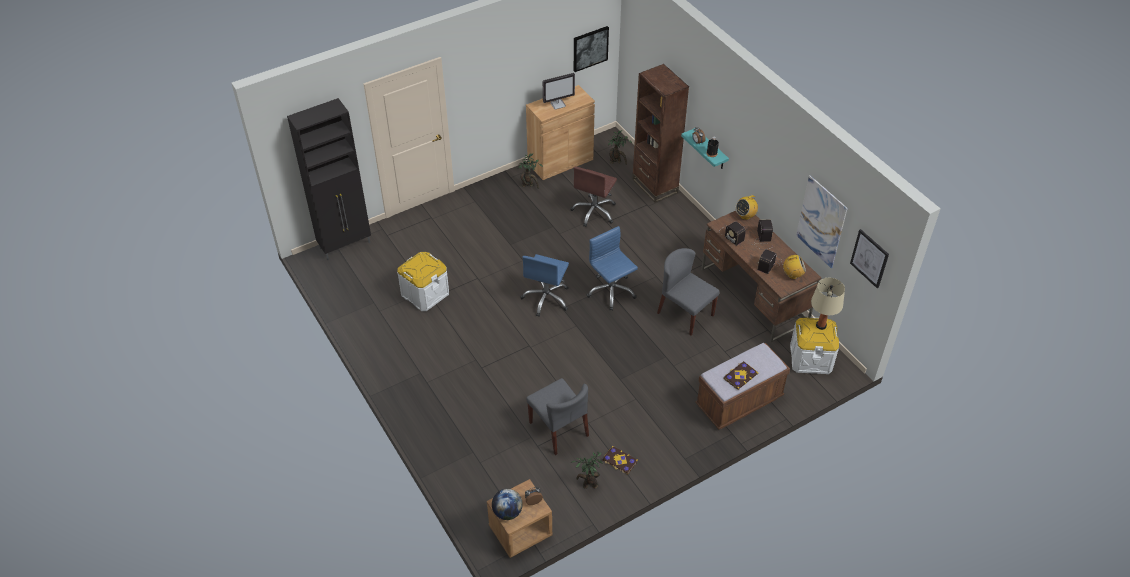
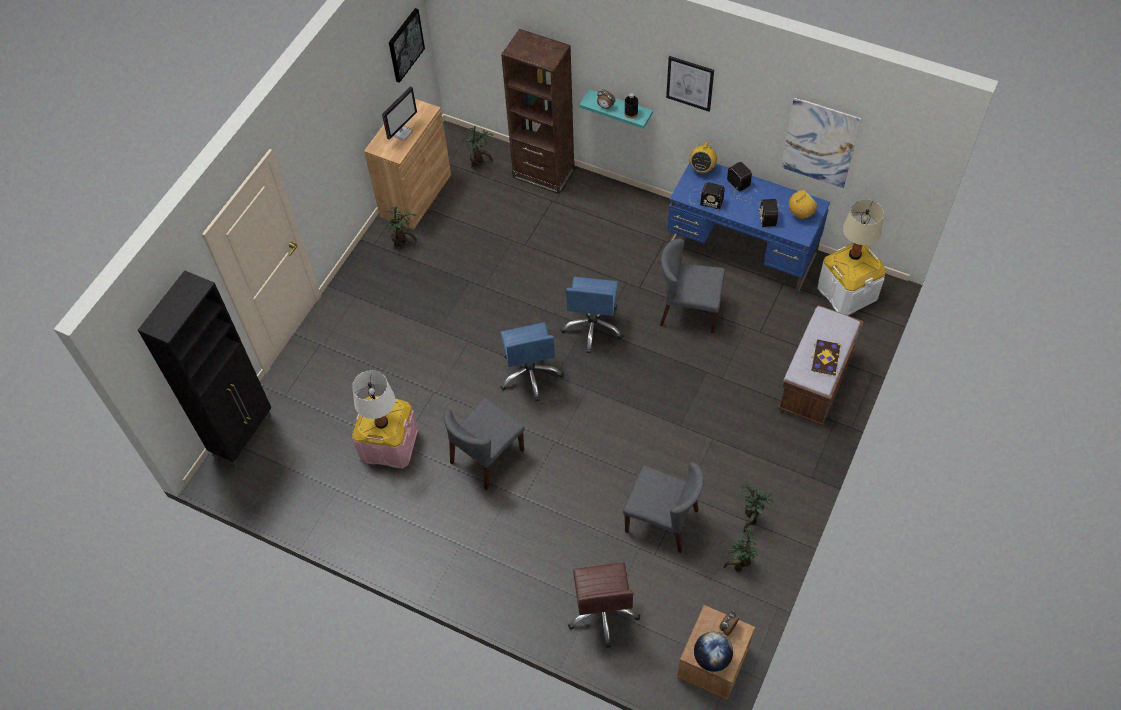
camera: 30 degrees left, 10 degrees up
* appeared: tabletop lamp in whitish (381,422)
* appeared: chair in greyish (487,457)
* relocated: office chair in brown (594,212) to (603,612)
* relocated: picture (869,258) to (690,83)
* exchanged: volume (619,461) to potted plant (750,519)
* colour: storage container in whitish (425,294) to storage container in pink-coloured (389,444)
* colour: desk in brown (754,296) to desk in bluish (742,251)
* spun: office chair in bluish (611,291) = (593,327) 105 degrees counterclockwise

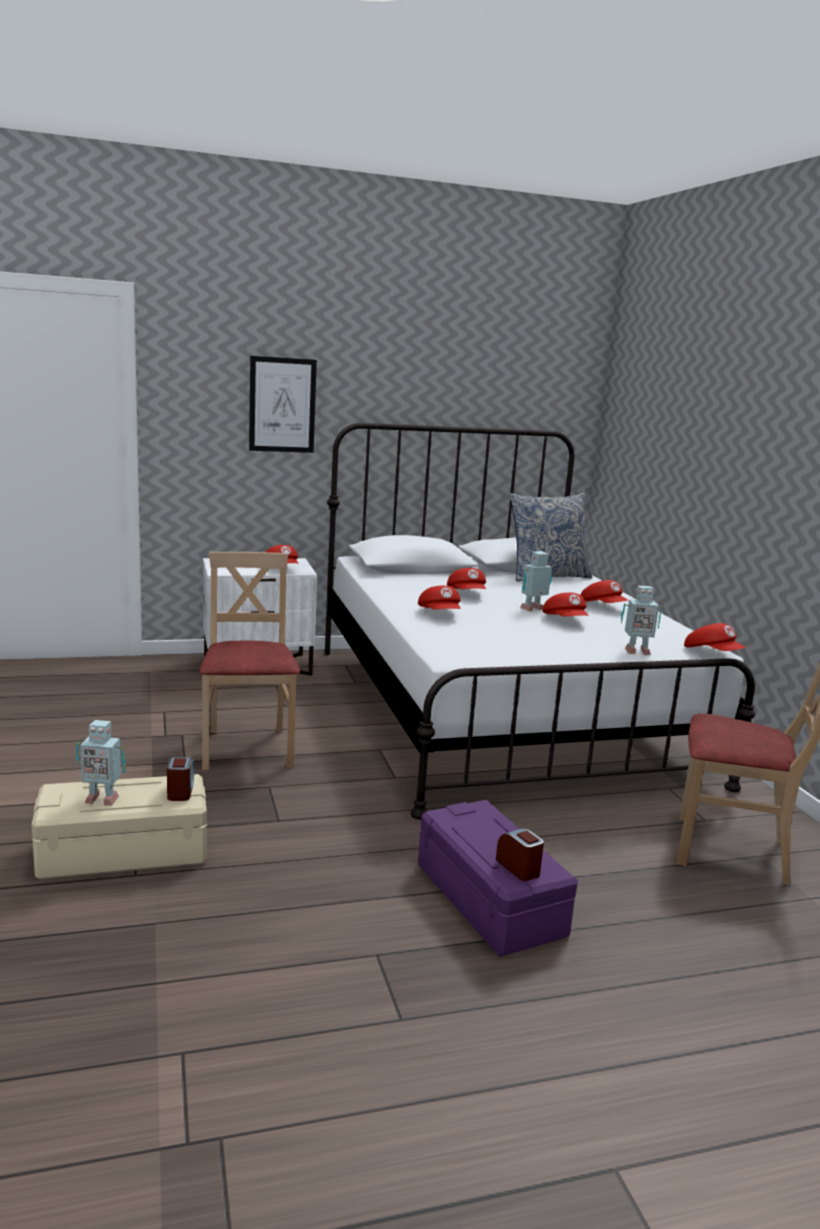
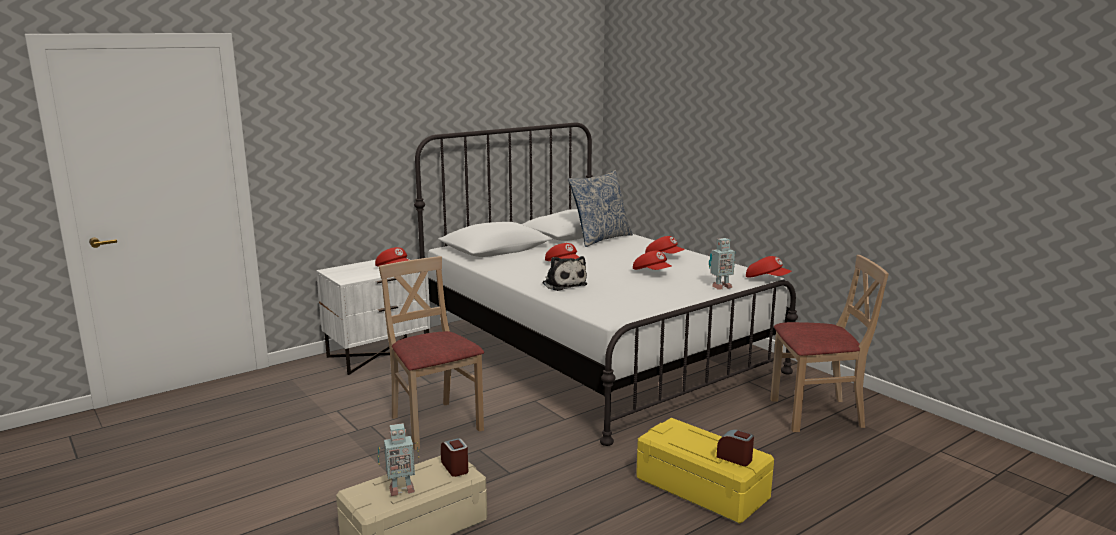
camera: 20 degrees left, 0 degrees up
* missing: picture (282,405)
* missing: model robot (533,609)
* exchanged: cap in reddish (440,614) to plush toy (563,284)
* colour: storage container in purplish (491,900) to storage container in yellowish (703,488)

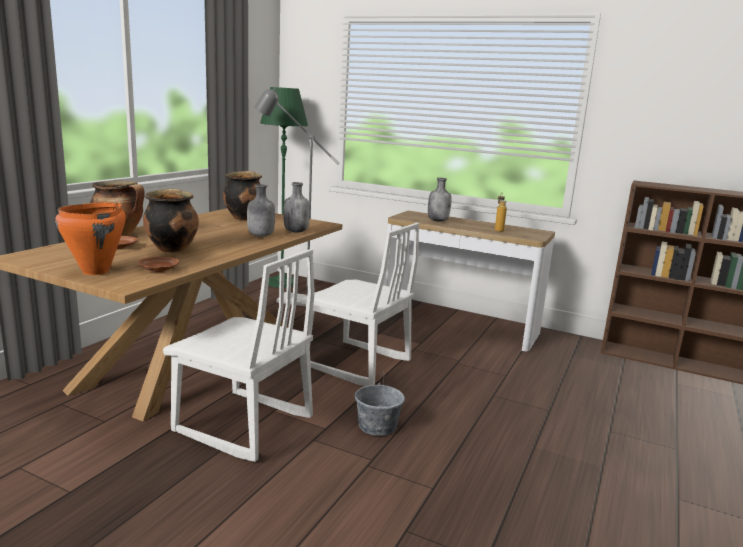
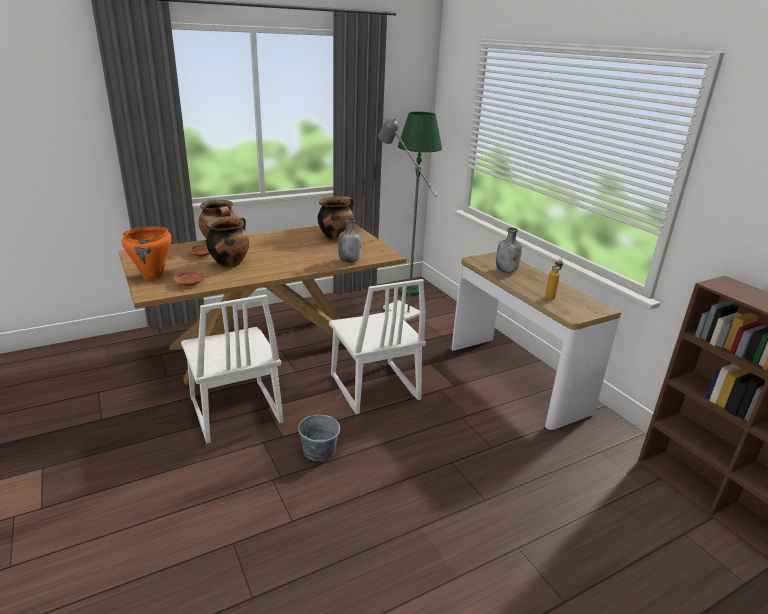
camera: 35 degrees right, 10 degrees up
* missing: beverage bottle in greyish (260,236)

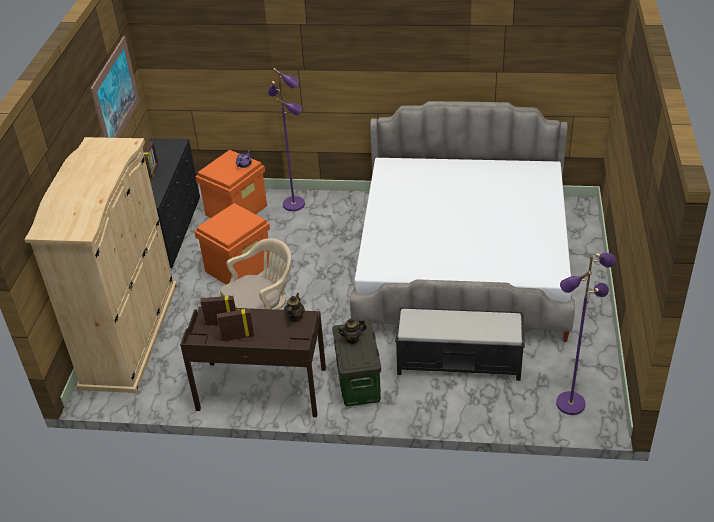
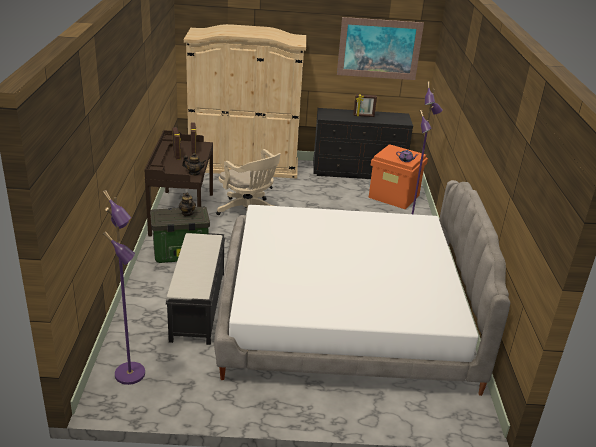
camera: 80 degrees right, 10 degrees down
* missing: storage container in orange-coloured (239,267)

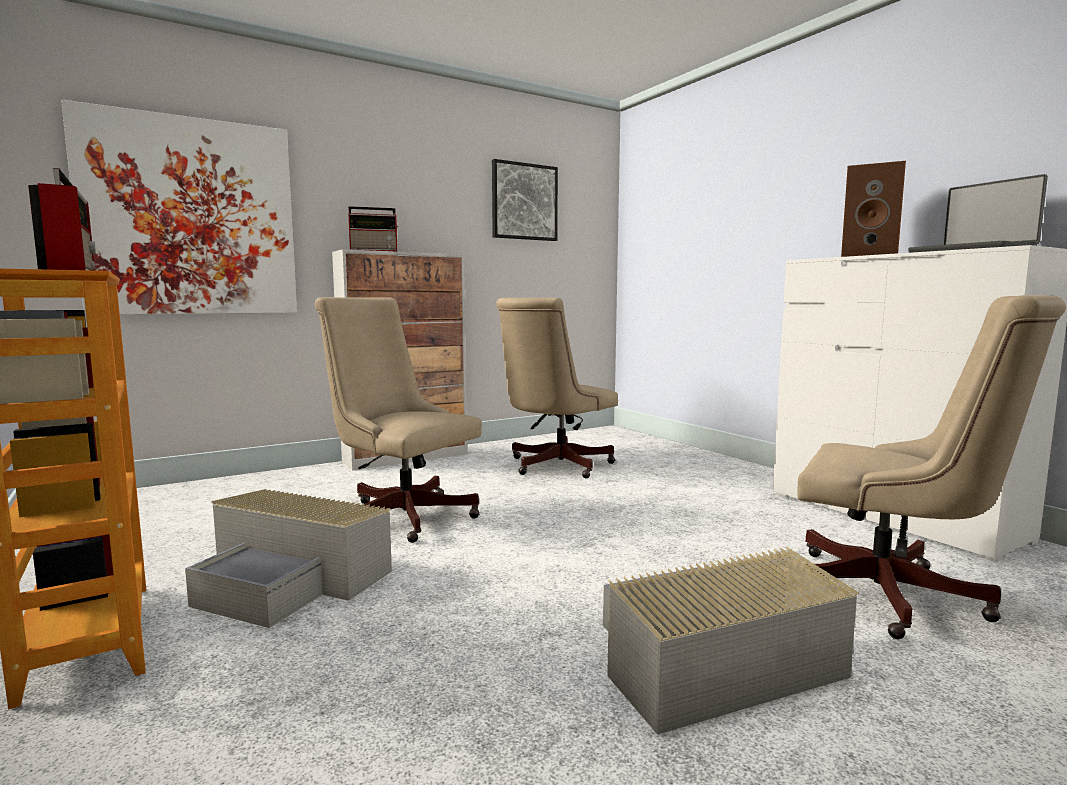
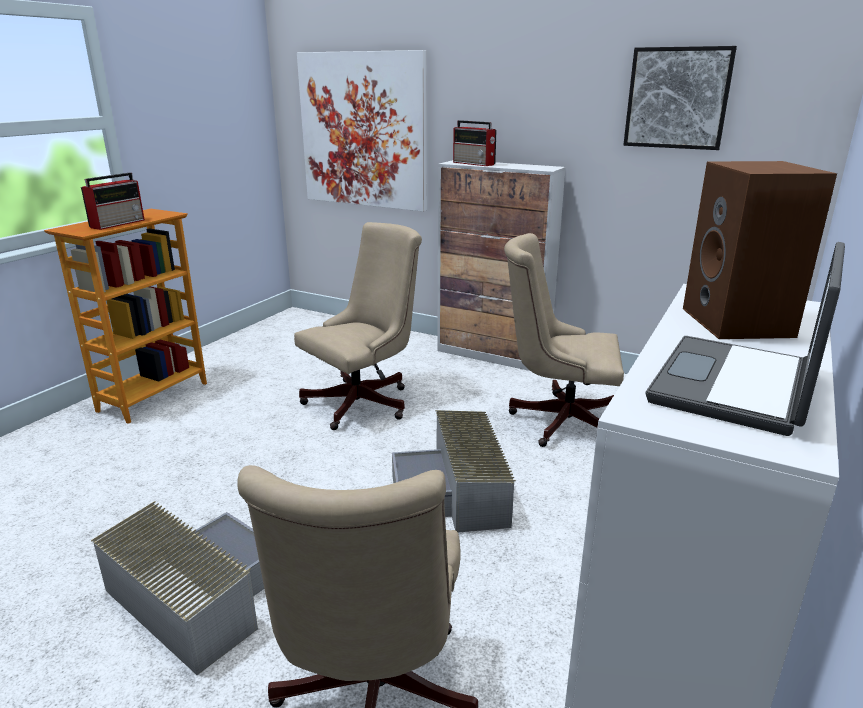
camera: 60 degrees right, 15 degrees up
* relocated: storage container in greyish (292,580) to (455,492)
* spun: office chair in beige-coloured (400,514) = (365,402) 45 degrees clockwise

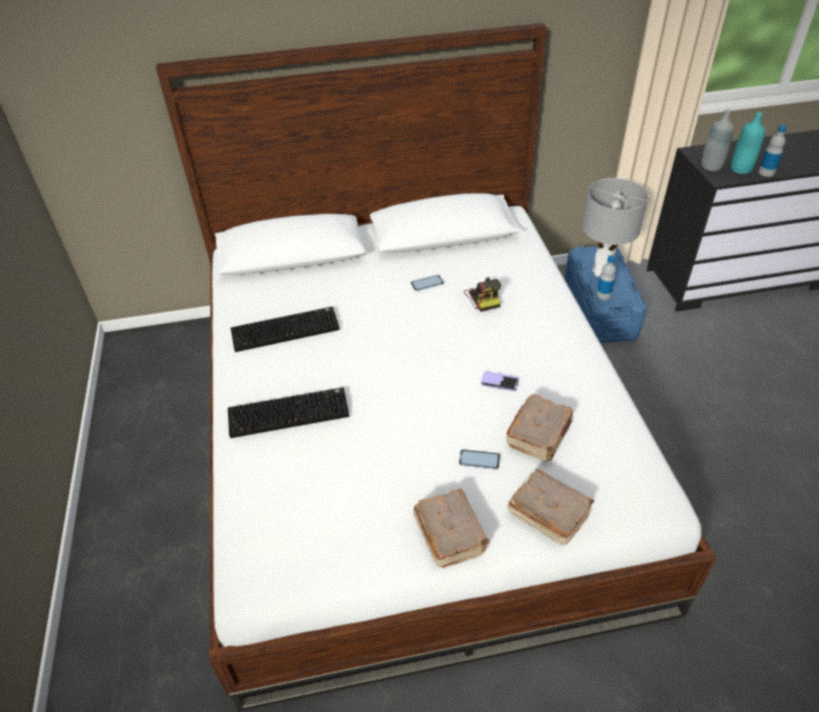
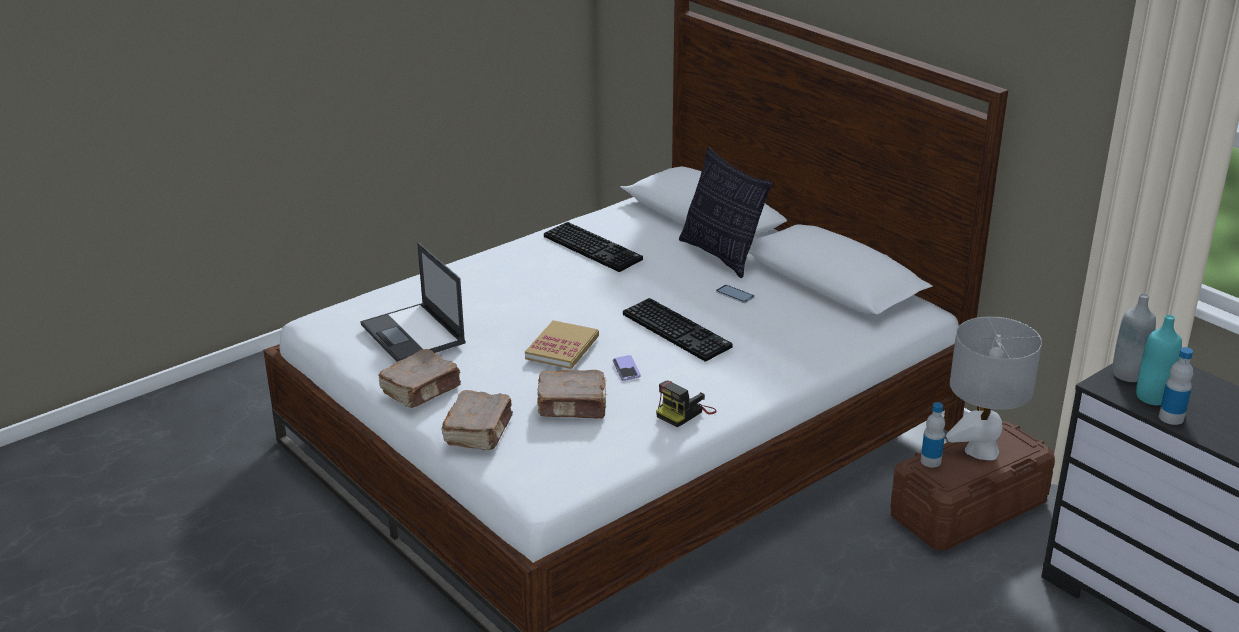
camera: 60 degrees right, 15 degrees down
* missing: telephone (479,460)
* appeared: laptop (414,334)
* appeared: volume (562,347)
* appeared: pillow (721,255)
* relocated: PC keyboard (289,412) to (678,331)
* relocated: still camera (483,297) to (685,412)
* colour: storage container in bluish (599,309) to storage container in brown (968,509)

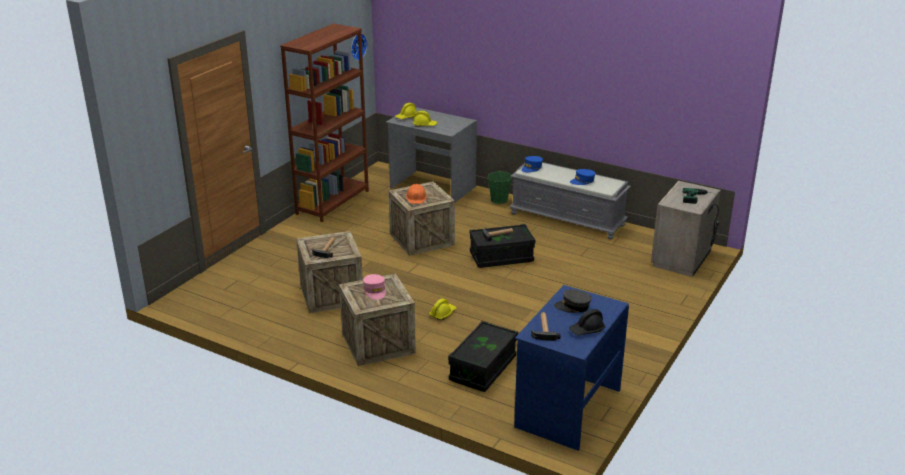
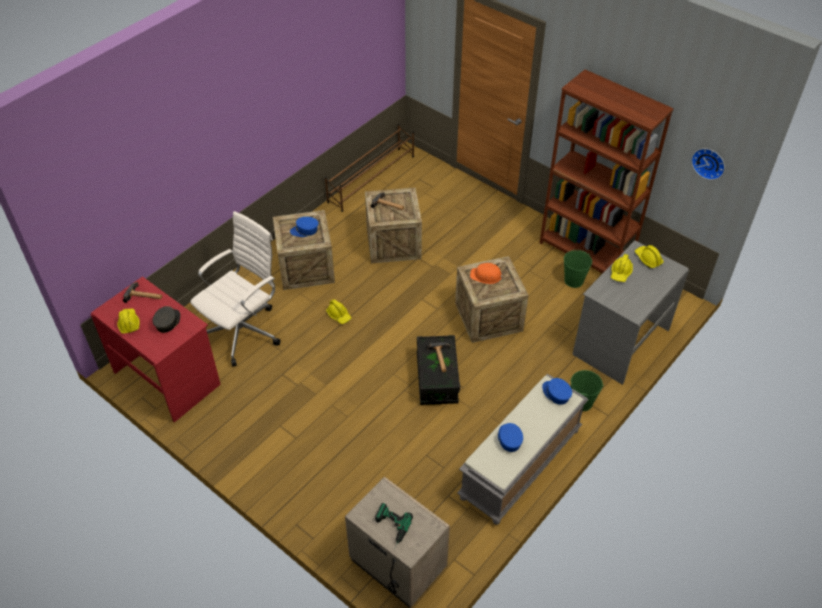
camera: 100 degrees right, 20 degrees up
* appeared: shoe shelf in brown (372,178)
* appeared: bucket in green-coloured (574,280)
* exchanged: storage container in black-coloured (483,369) to office chair in whitish (244,331)
* colour: cap in pink-coloured (375,291) to cap in bluish (305,230)
* colour: desk in bluish (567,408) to desk in reddish (168,378)
* colour: safety helmet in black-coloured (587,330) to safety helmet in yellowish (129,323)

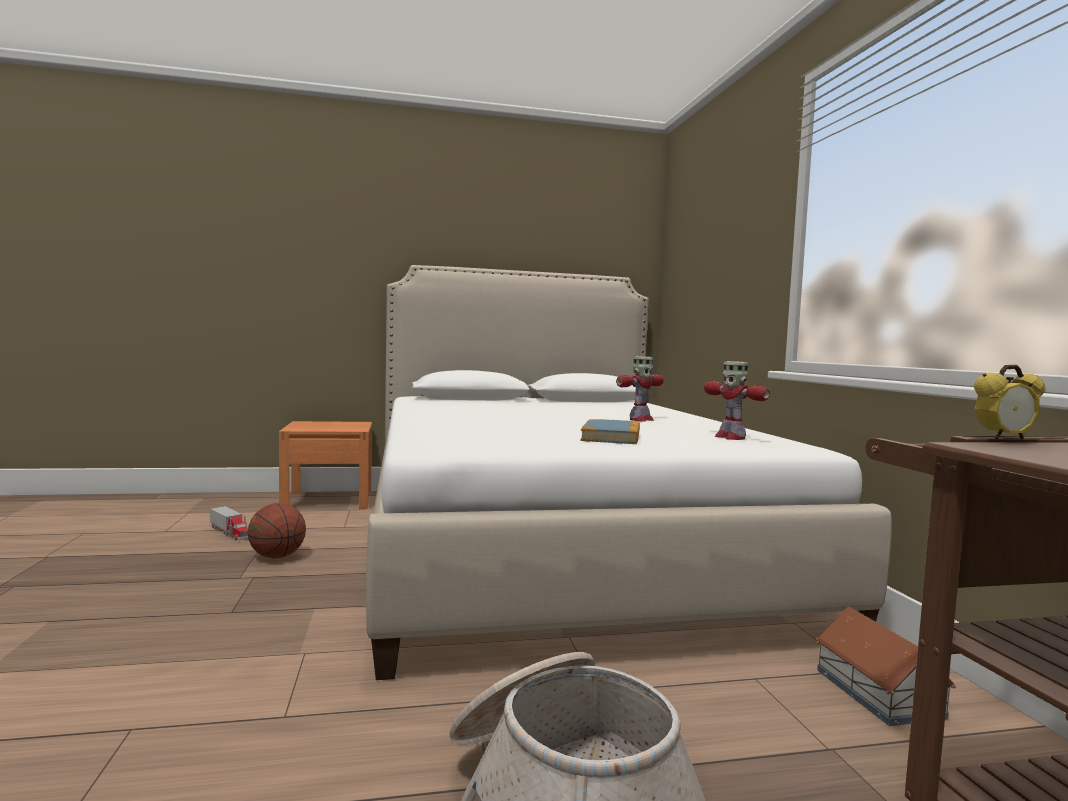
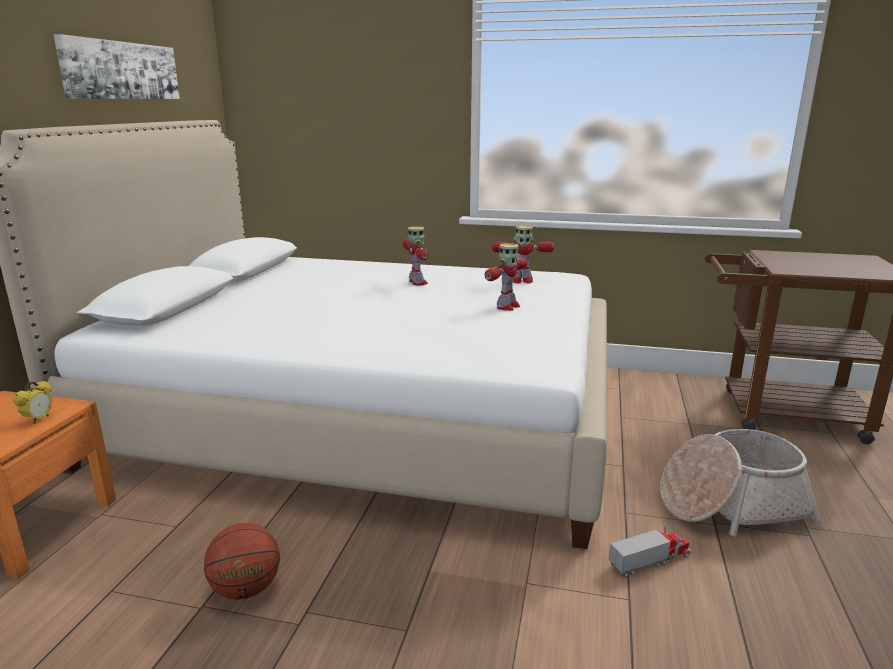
camera: 65 degrees left, 15 degrees up
* missing: model house (878,693)
* appeared: picture (121,70)
* relocated: toy truck (230,532) to (650,560)
* relocated: bedside clock (1004,438) to (38,419)
* exchanged: volume (611,436) to model robot (507,307)

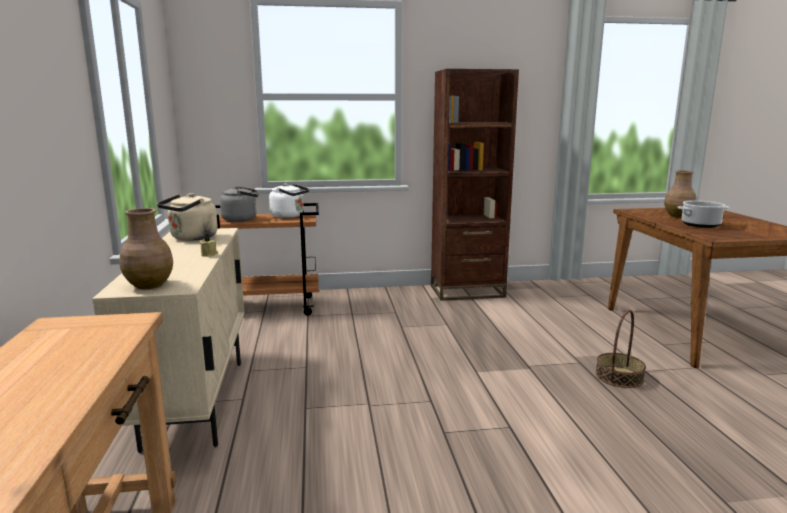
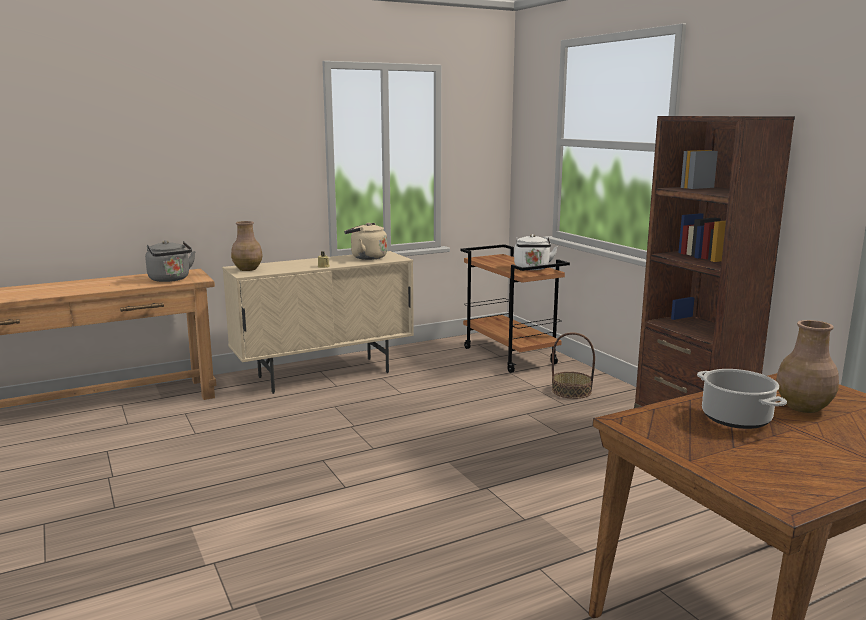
camera: 70 degrees right, 0 degrees up
* relocated: water kettle in greyish (242,219) to (170,279)
* relocated: household basket (619,376) to (571,391)

